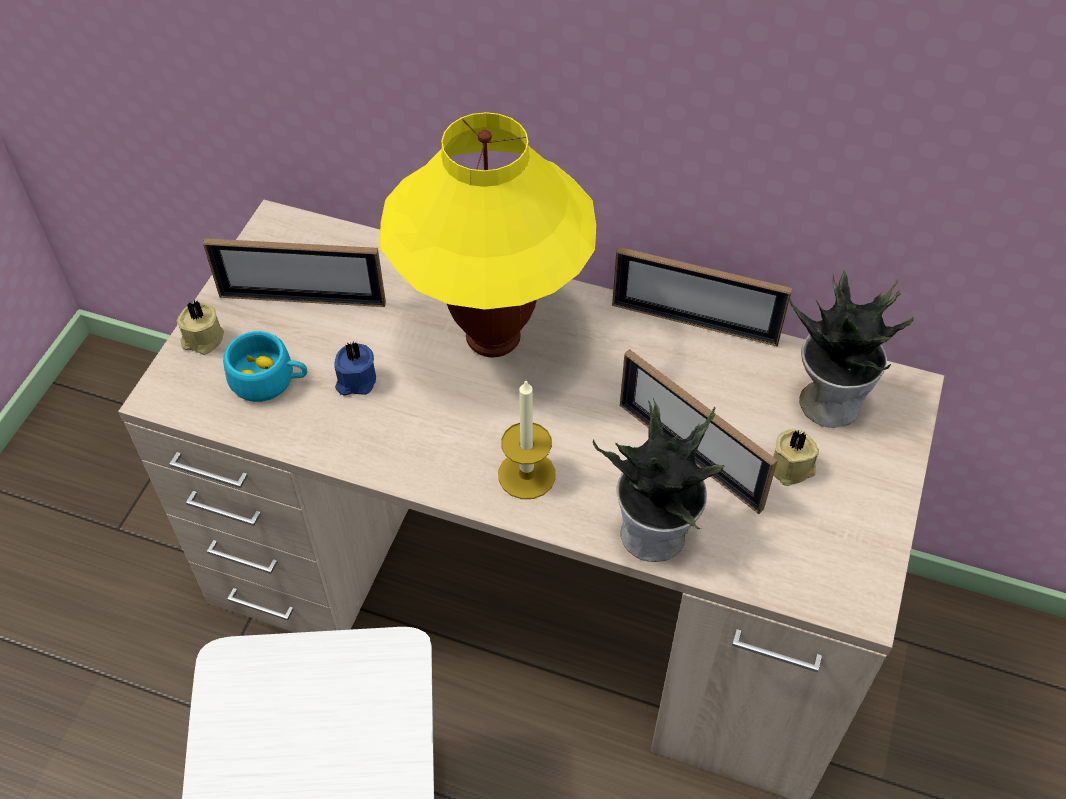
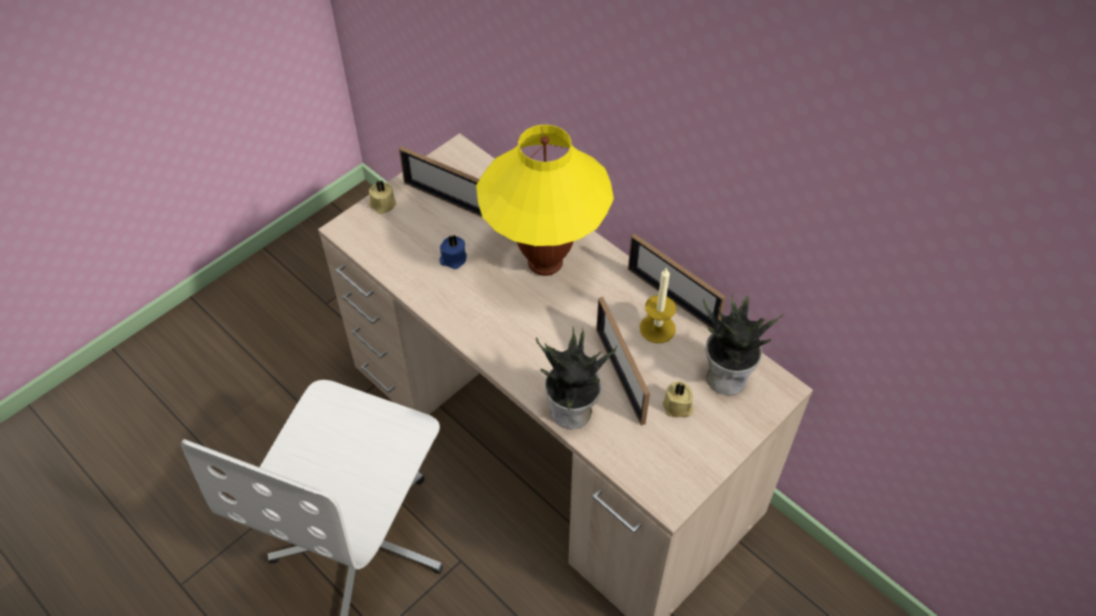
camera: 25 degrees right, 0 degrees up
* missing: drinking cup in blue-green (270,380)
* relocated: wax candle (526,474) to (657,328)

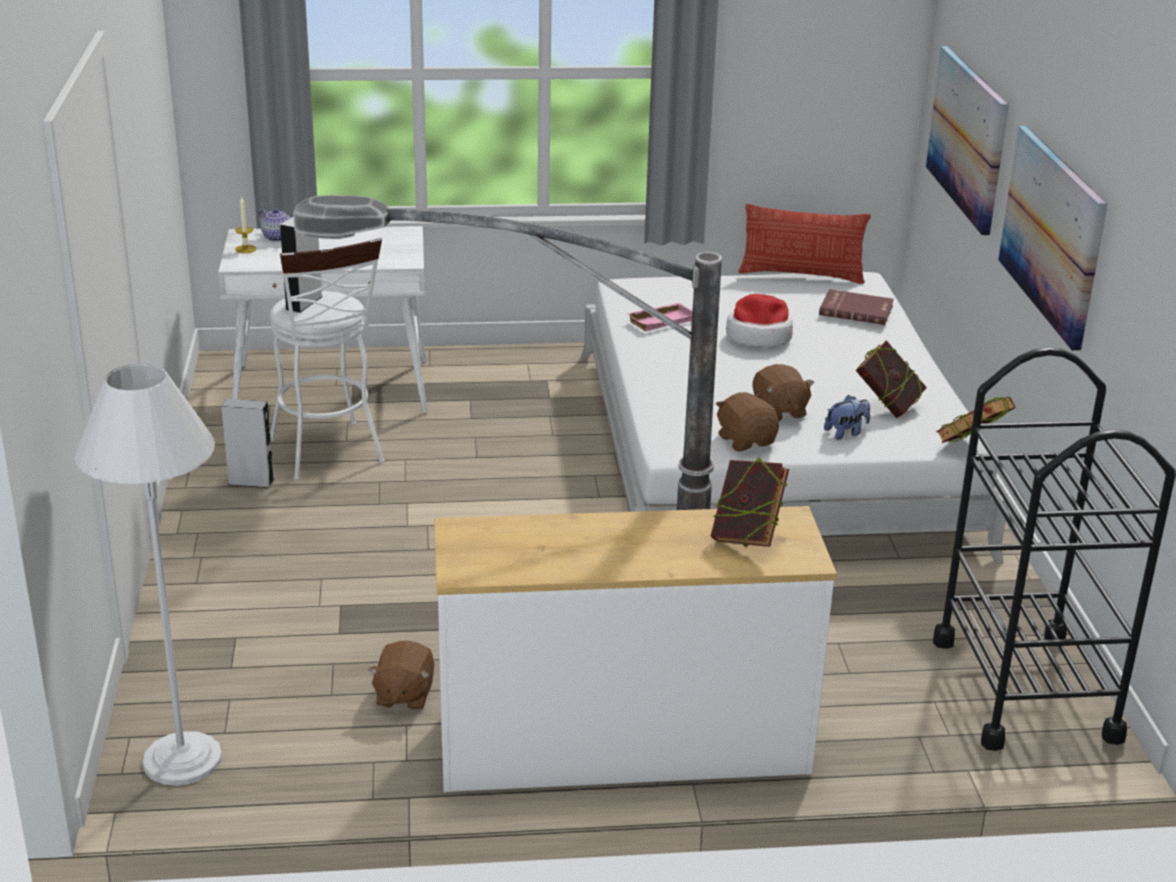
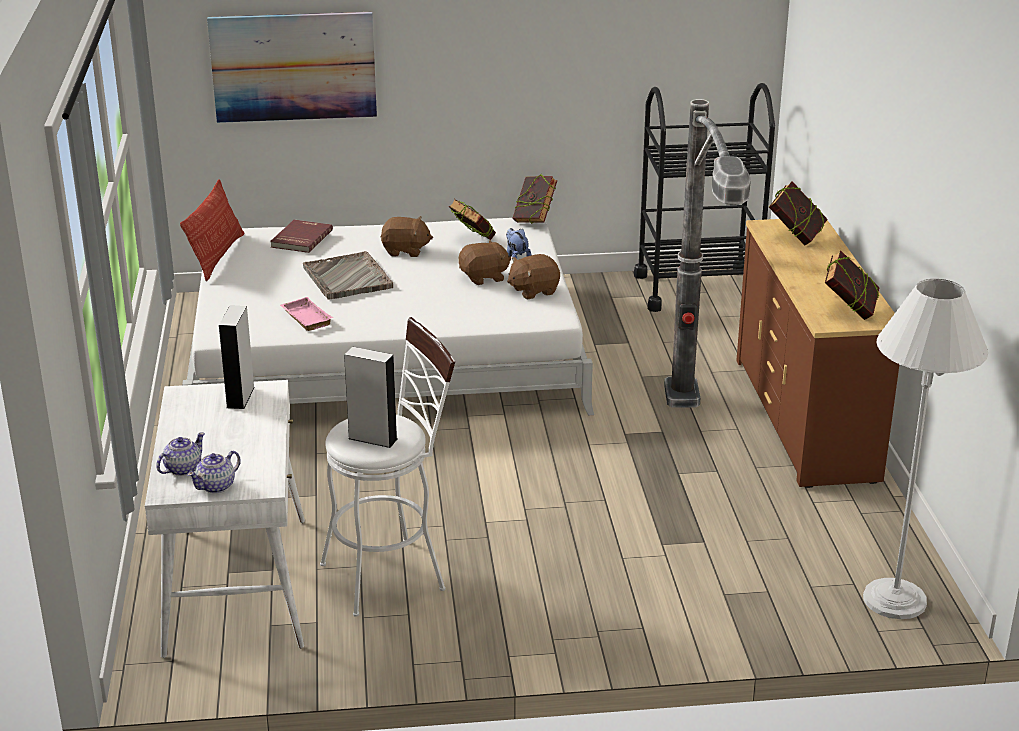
camera: 90 degrees left, 0 degrees up
* missing: picture (1053,234)
* appeared: volume (849,311)
* relocated: audio speaker in greyish (251,482) to (240,397)
* relocated: plush toy in brown (403,695) to (405,251)
* exchanged: wax candle (245,249) to pot for tea (216,486)
* exchanged: wearable hat (758,336) to tray in greyish (348,278)
* colour: drawer chest in whitish (623,747) to drawer chest in brown (805,418)

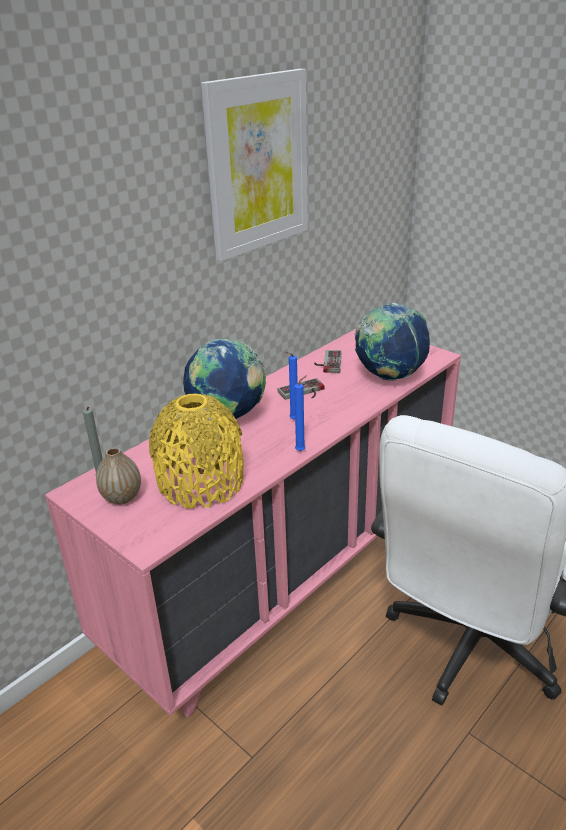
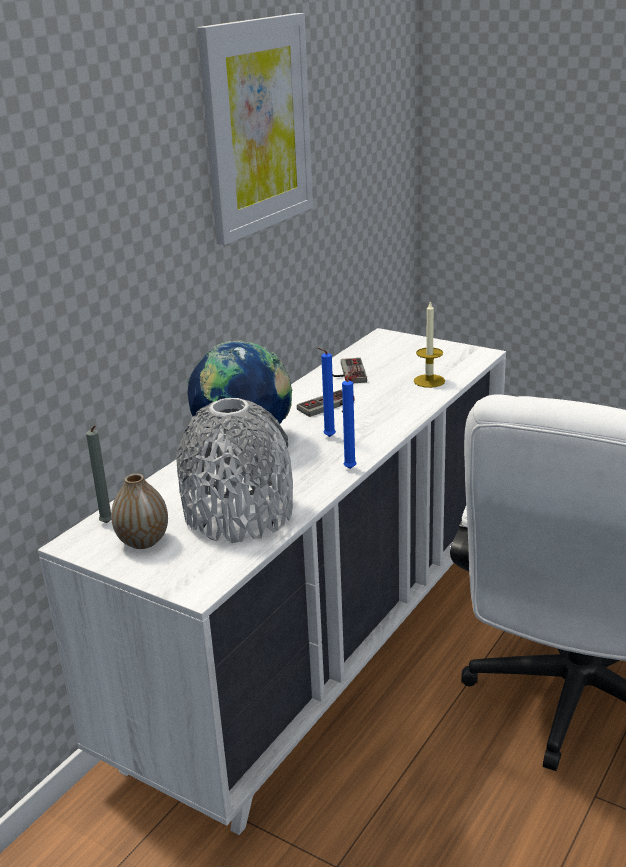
camera: 10 degrees left, 5 degrees down
* exchanged: world globe (389,376) to wax candle (429,381)
* colour: drawer chest in pink-coloured (289,569) to drawer chest in whitish (324,646)
* colour: decorative vase in yellowish (201,482) to decorative vase in greyish (239,514)

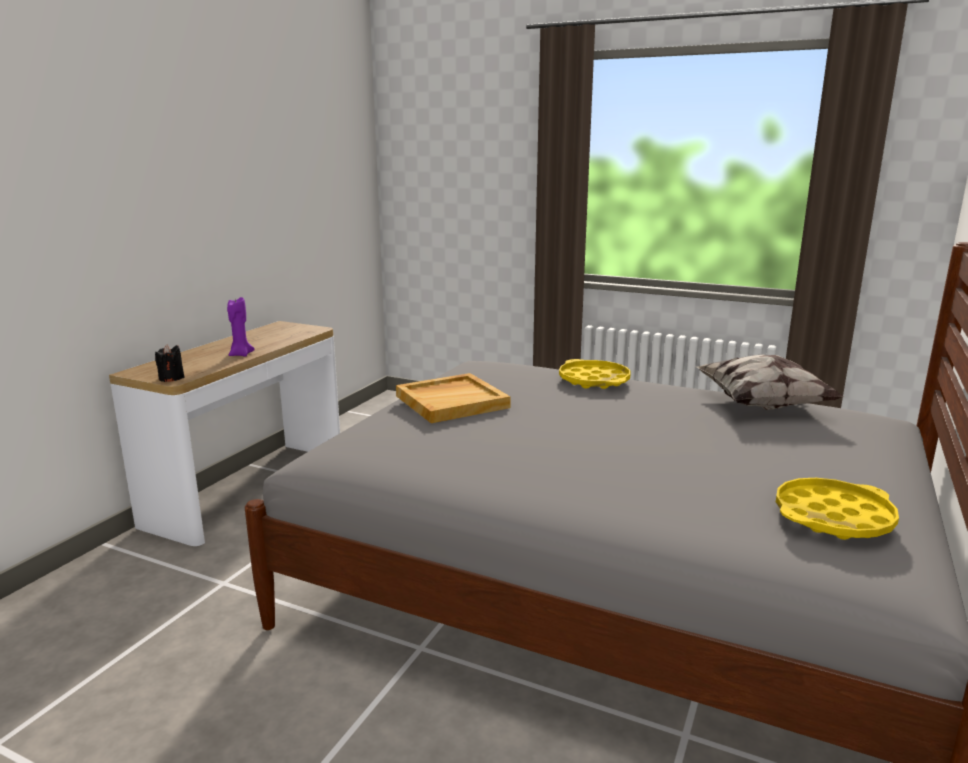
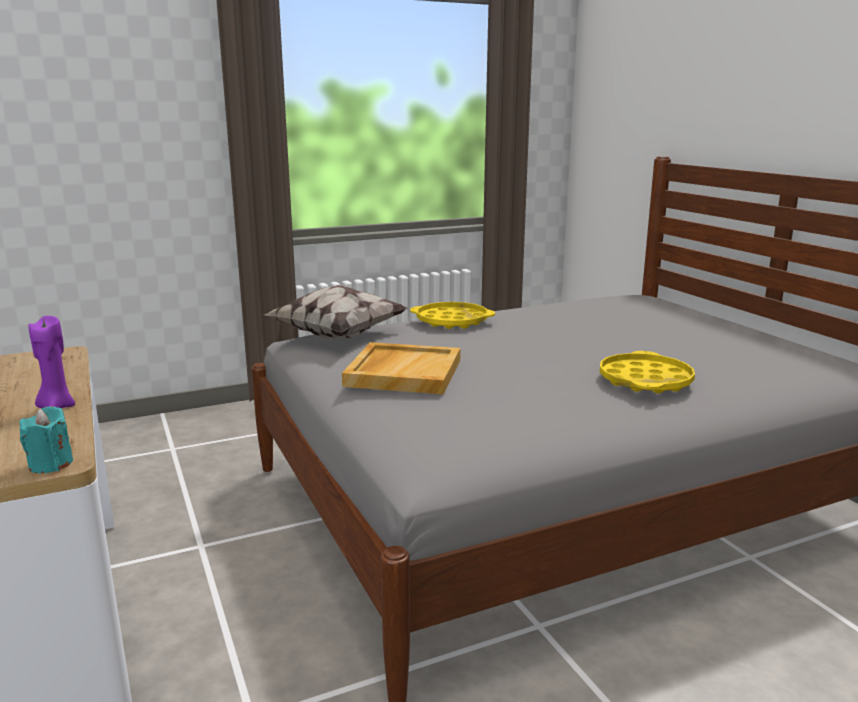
camera: 50 degrees left, 0 degrees up
* relocated: pillow (763,404) to (338,335)
* relocated: tray in yellowish (833,517) to (645,381)
* colour: wax candle in black-coloured (171,378) to wax candle in blue-green (51,464)

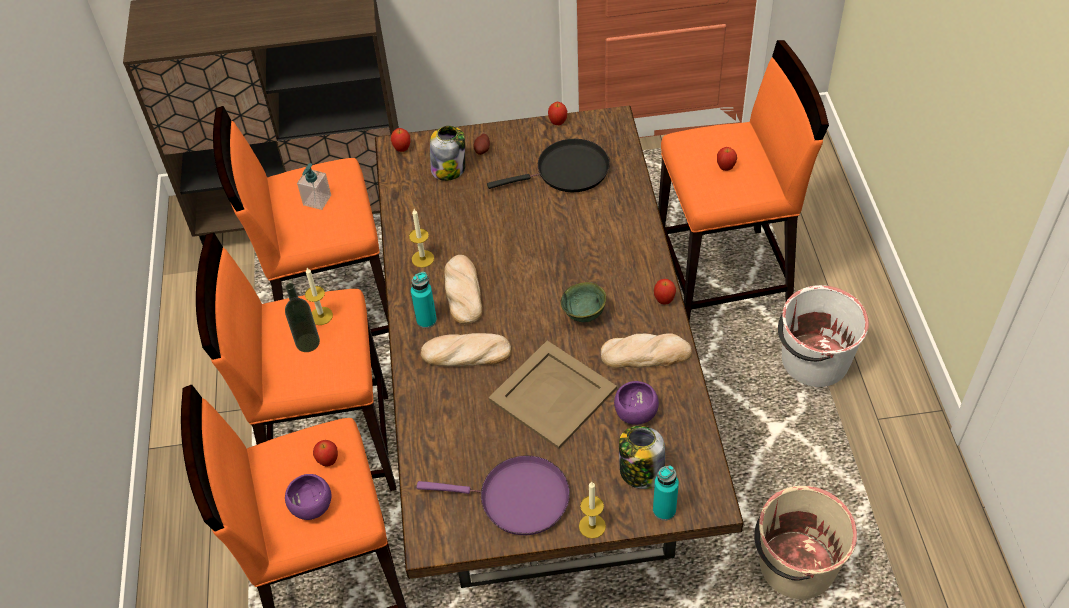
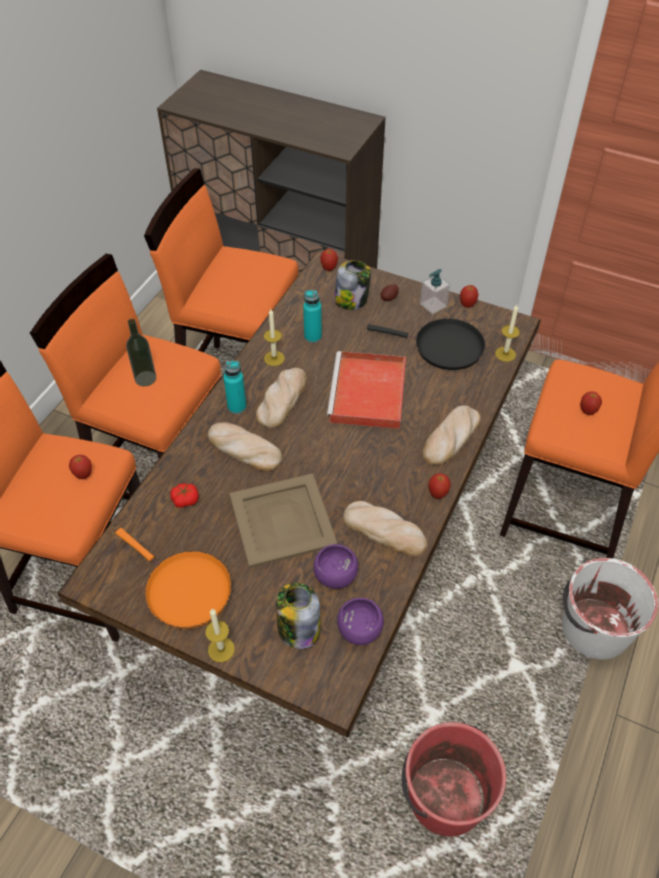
camera: 30 degrees right, 0 degrees up
* missing: bowl in green-coloured (584,315)
* appeared: fresh tomato (185,499)
* appeared: tray in reddish (368,394)
* appeared: baked bread (451,438)
* relocated: bowl in purplish (311,505) to (360,628)
* relocated: liquid soap bottle (317,200) to (433,305)
* relocated: wax candle (321,316) to (505,354)
* relocated: beverage bottle in blue-green (664,510) to (313,337)
* colour: skillet in purplish (518,499) to skillet in orange-coloured (184,589)
* colour: bucket in beige-coloured (795,565) to bucket in reddish (445,796)

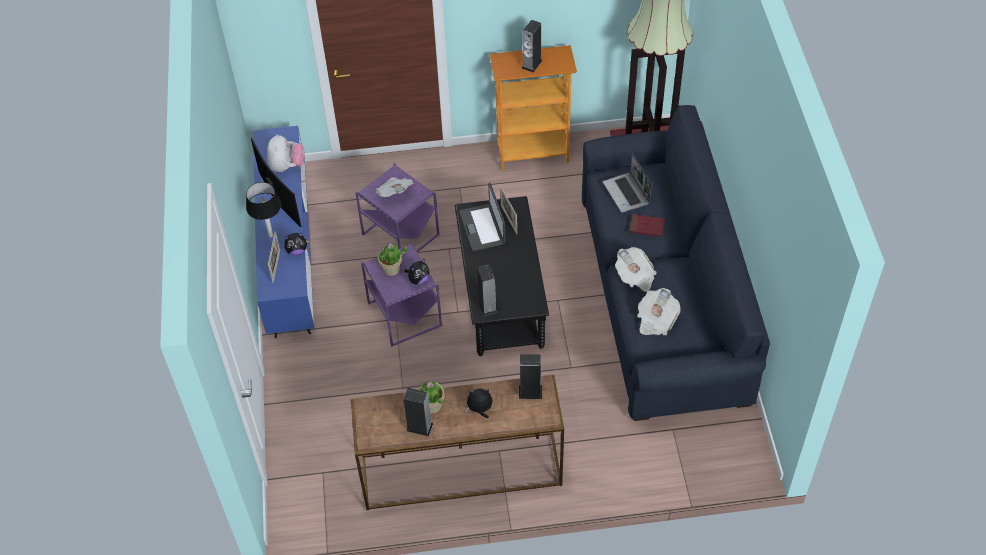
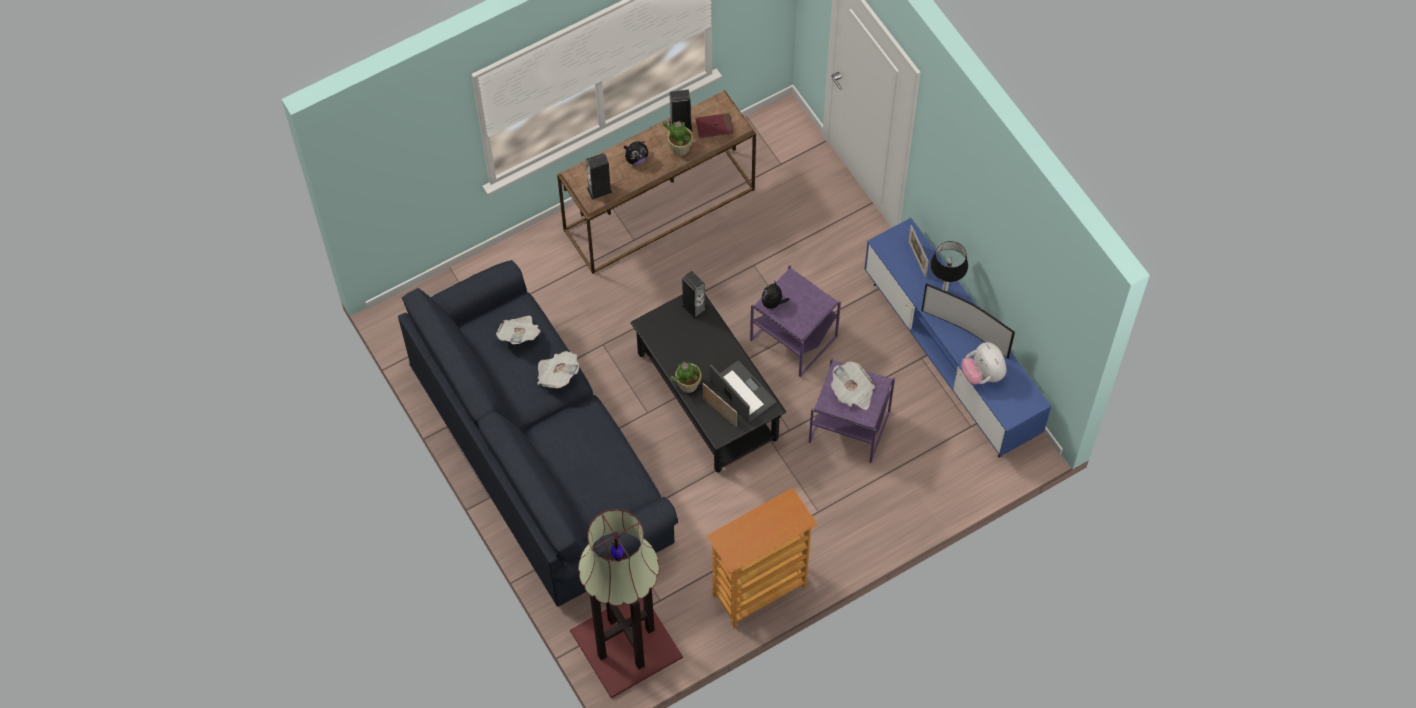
camera: 155 degrees right, 10 degrees up
* missing: plush toy (297,250)
* missing: audio speaker (531,64)
* missing: laptop (627,193)
* relocated: potted plant (391,269) to (688,384)
* relocated: volume in reddish (646,227) to (714,126)

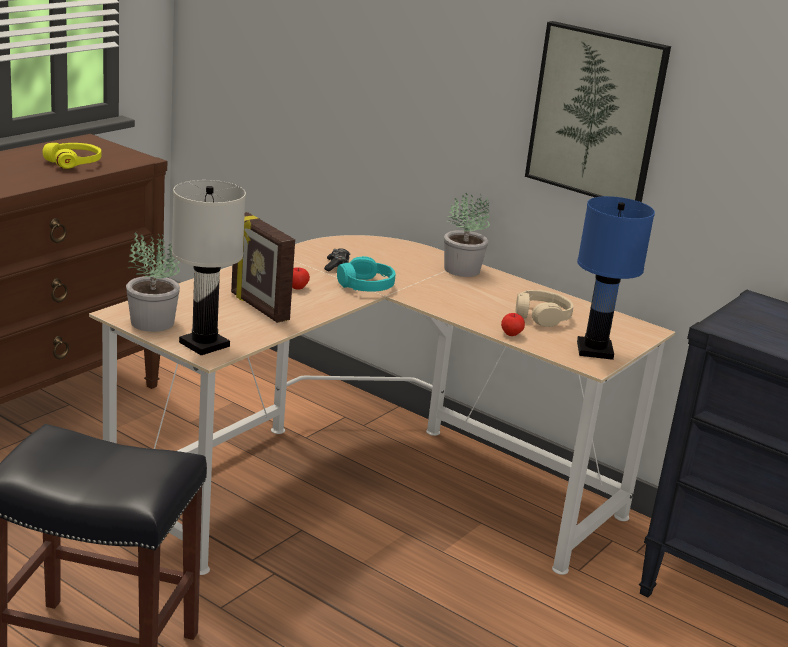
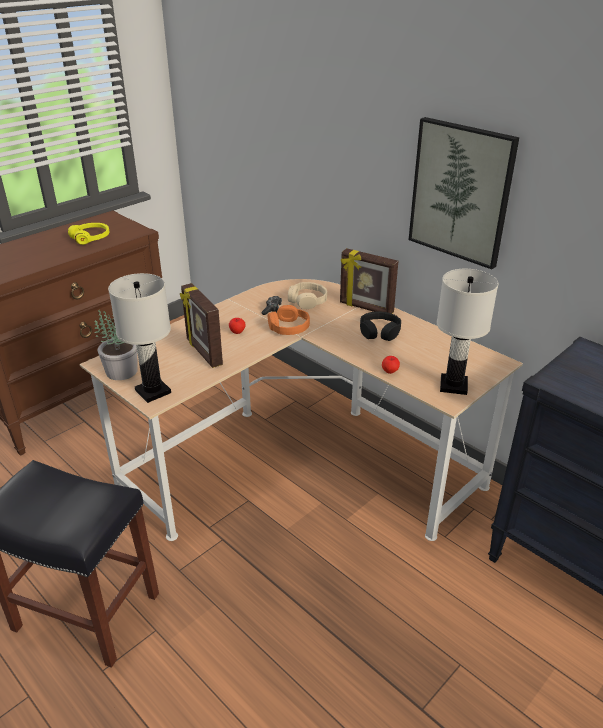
camera: 10 degrees right, 10 degrees up
* appeared: pair of headphones in black-coloured (379,332)
* relocated: pair of headphones in beige-coloured (541,316) to (307,301)
* exchanged: potted plant (463,269) to picture frame (366,308)
* colour: pair of headphones in blue-green (365,285) to pair of headphones in orange-coloured (288,327)
* colour: tabletop lamp in bluish (594,350) to tabletop lamp in whitish (453,385)

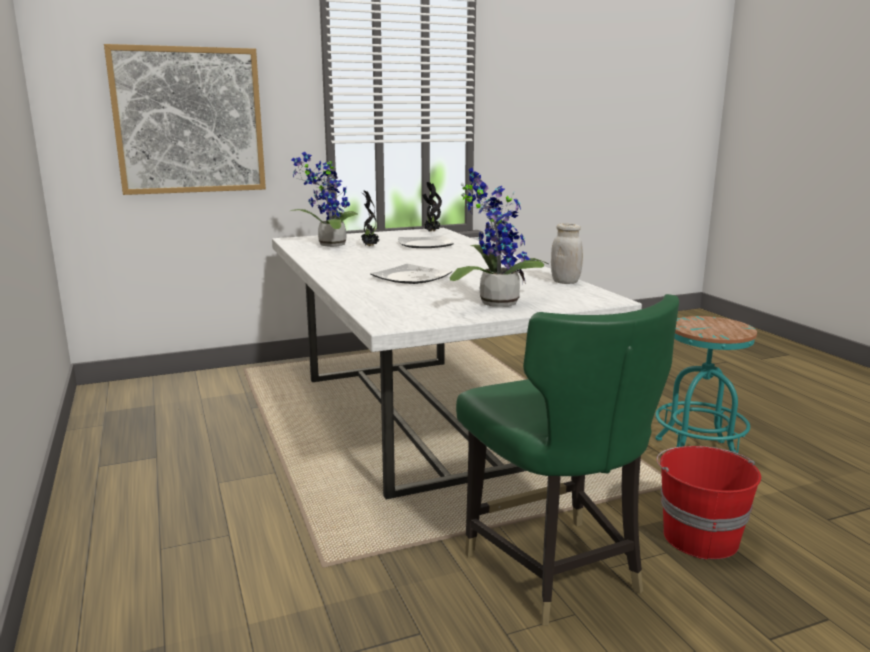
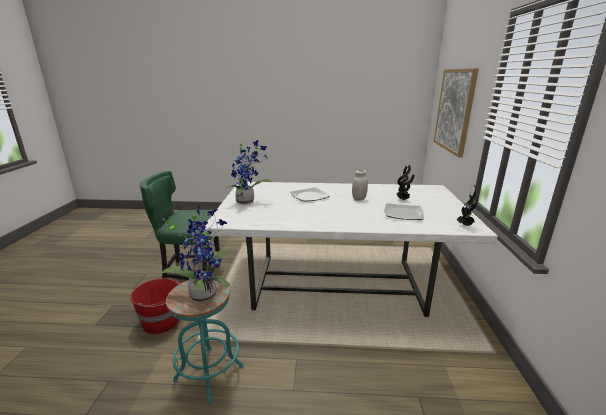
camera: 115 degrees right, 5 degrees up
* relocated: potted plant (328,245) to (204,293)
* relocated: storage jar in whitish (565,282) to (359,199)

